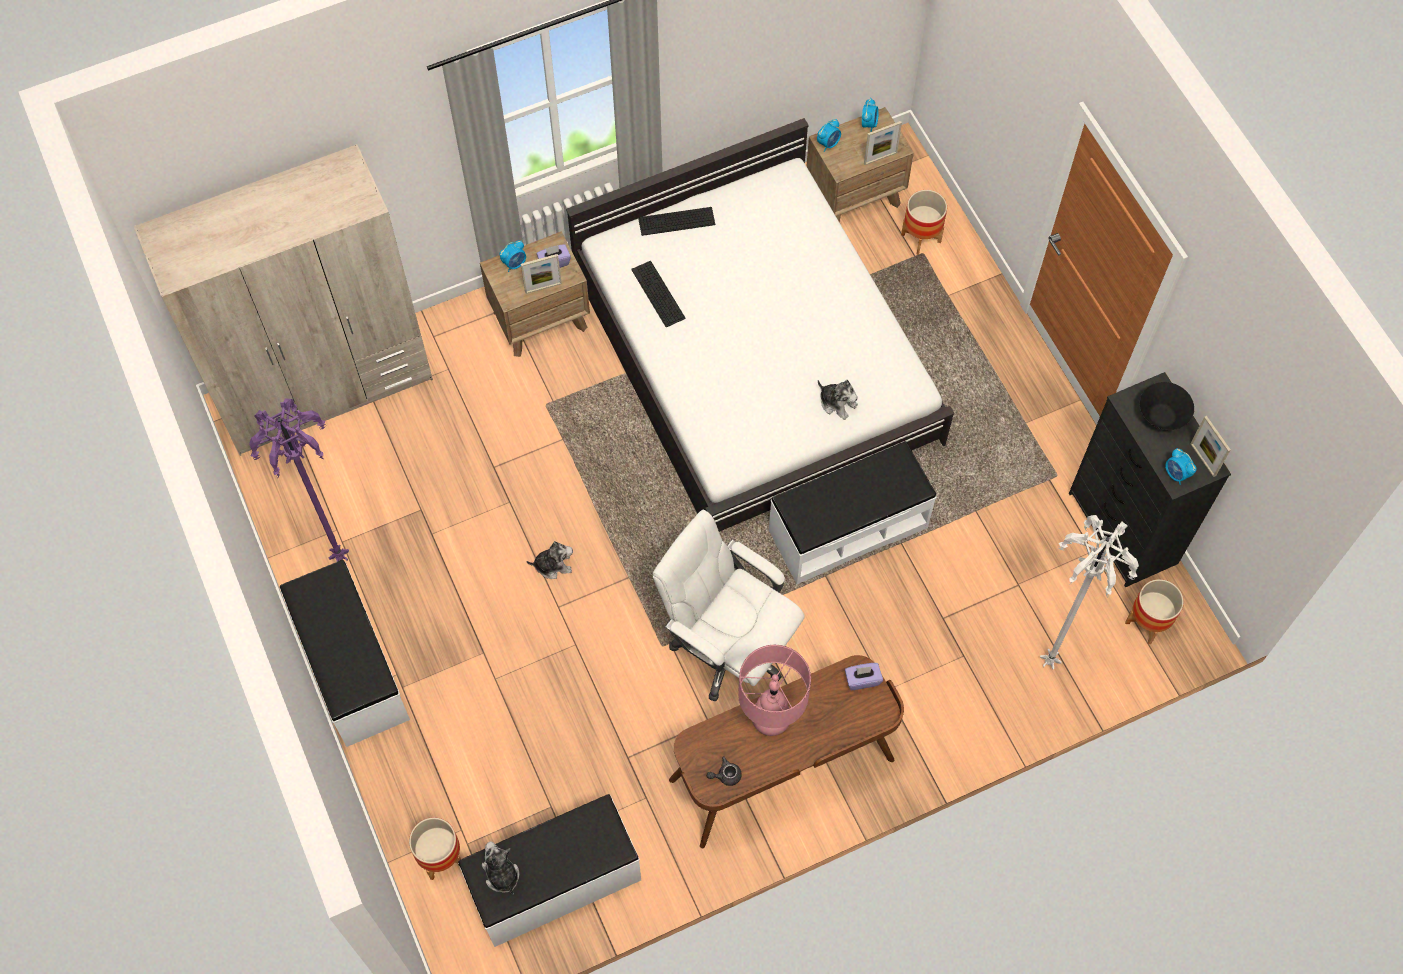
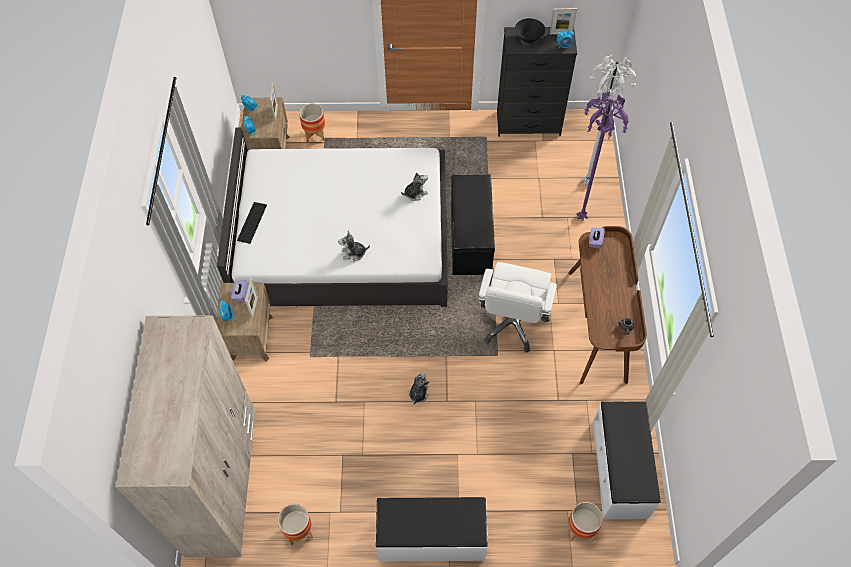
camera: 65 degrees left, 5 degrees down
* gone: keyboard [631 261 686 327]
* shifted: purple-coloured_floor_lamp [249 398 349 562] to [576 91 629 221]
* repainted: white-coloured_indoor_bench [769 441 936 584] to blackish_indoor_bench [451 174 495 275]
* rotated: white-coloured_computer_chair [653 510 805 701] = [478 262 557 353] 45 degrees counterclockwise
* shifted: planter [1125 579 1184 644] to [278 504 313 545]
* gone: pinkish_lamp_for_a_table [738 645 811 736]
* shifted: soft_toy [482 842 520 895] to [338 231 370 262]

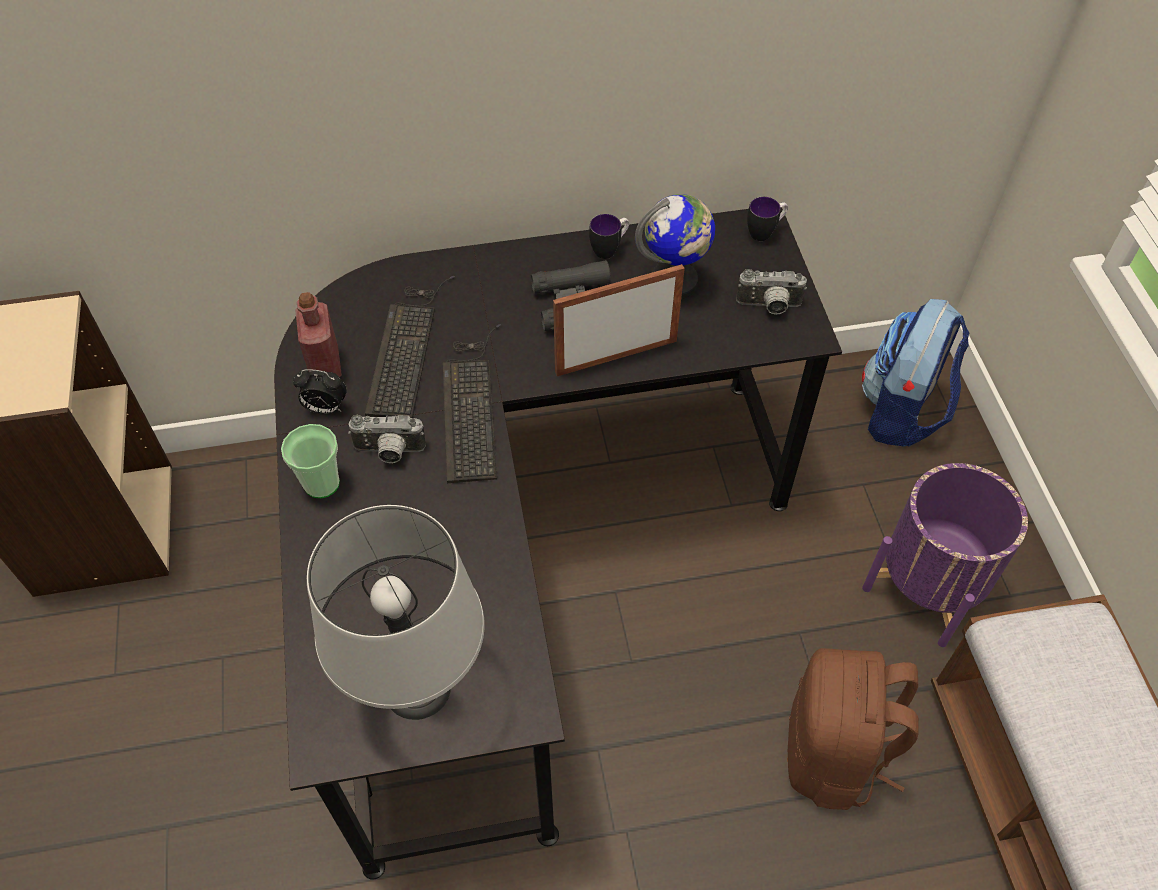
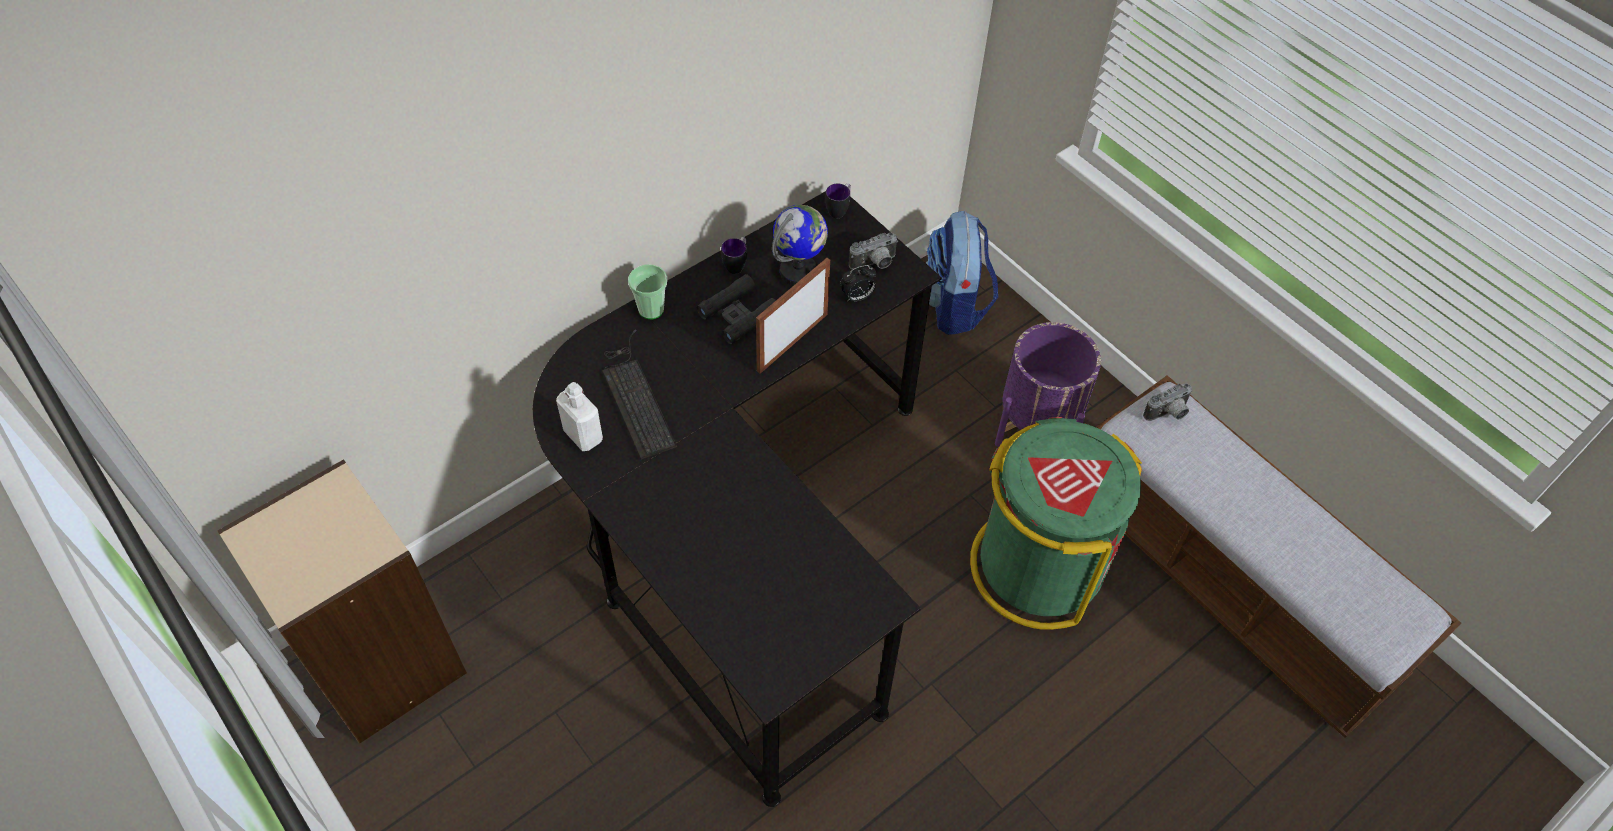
camera: 30 degrees left, 0 degrees up
* repainted: red-coloured_beverage_bottle [295 292 342 377] to white-coloured_beverage_bottle [556 382 603 451]
* gone: keyboard [443 324 501 483]
* shifted: alarm_clock [293 369 347 415] to [840 265 876 301]
* shifted: still_camera [348 415 426 463] to [1143 383 1192 421]
* shifted: small_cup [281 424 340 498] to [628 265 667 319]
* gone: grey_lamp_for_a_table [307 505 485 720]
* swapped: brown_rucksack [787 648 919 810] to greenish_waste_bin [970 417 1142 630]

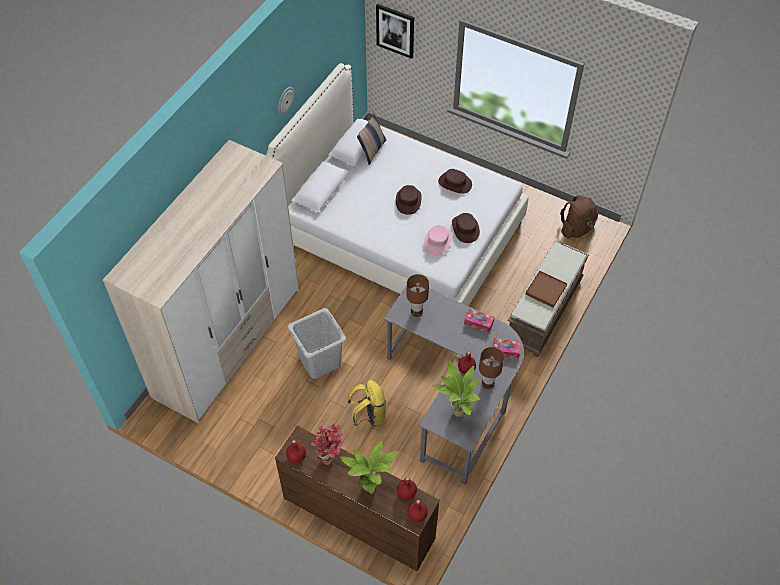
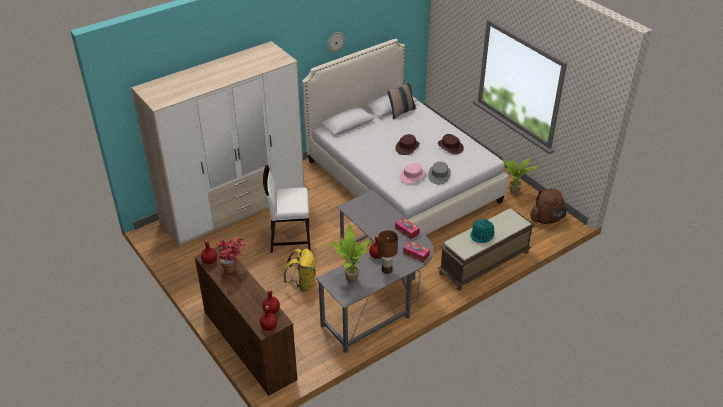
camera: 25 degrees right, 15 degrees down
* gone: wall_picture [376 4 414 59]
* repainted: brown_hat [452 213 480 243] to grey_hat [428 161 451 184]
* swapped: brown_tray [525 271 567 308] to turquoise-coloured_hat [470 219 494 243]
* gone: brown_lamp_for_a_table [406 274 429 317]
* swapped: grey_washing_basket [288 308 346 379] to white-coloured_plain_chair [263 165 311 253]
* shifted: plant_in_a_pot [340 441 398 494] to [502 157 539 194]

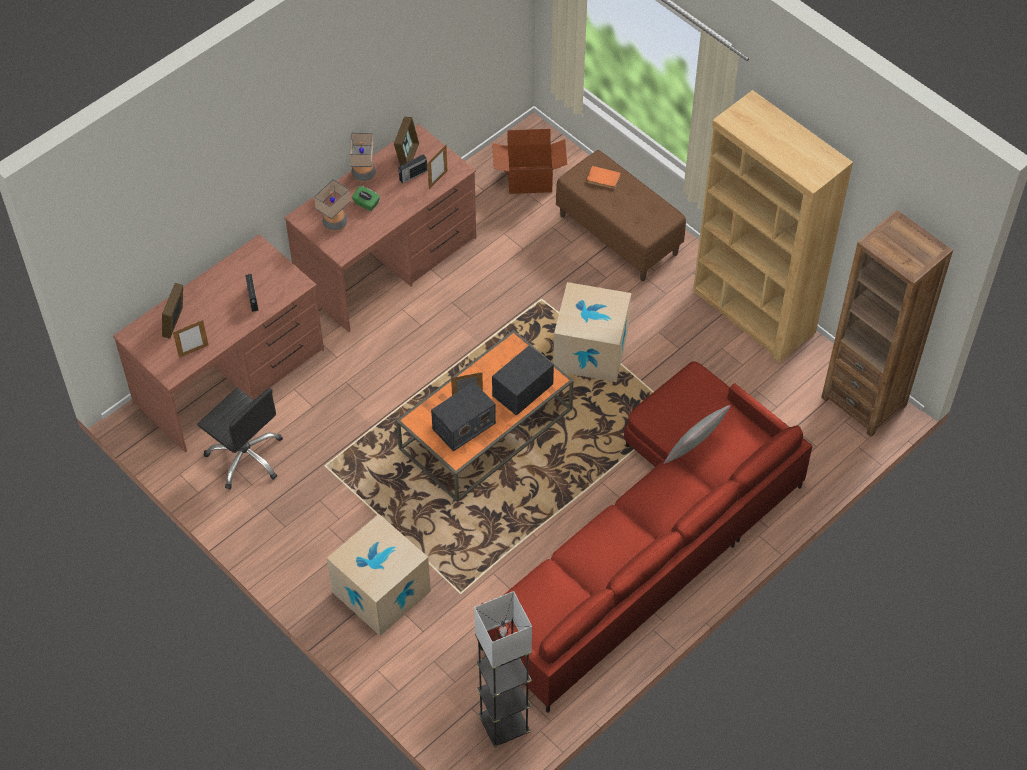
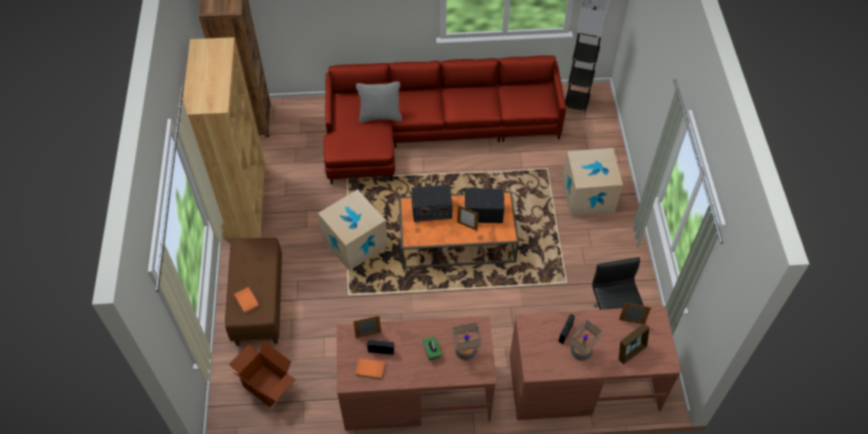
camera: 140 degrees left, 0 degrees up
* swapped: standing_frame [394 117 419 166] to orangey_book [355 358 386 379]
* shifted: lamp_for_a_table [349 133 376 182] to [570 320 602 361]

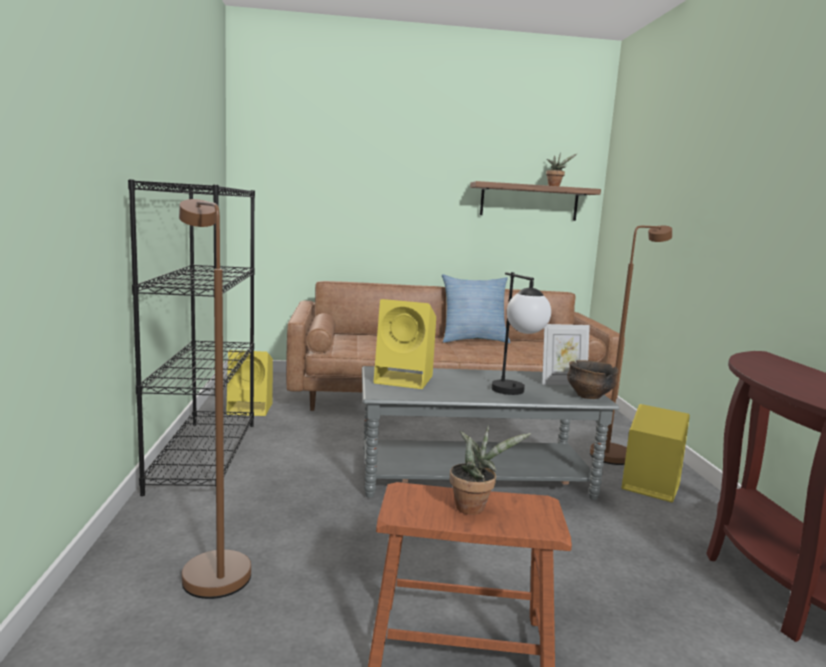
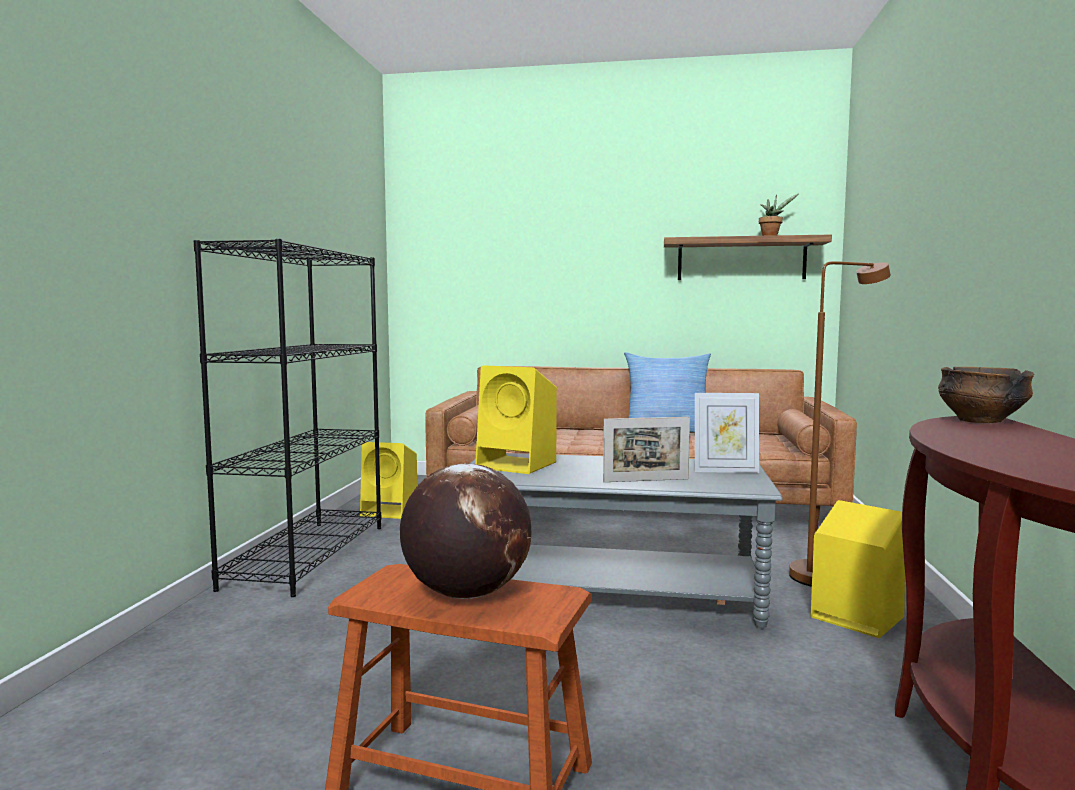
camera: 15 degrees right, 5 degrees down
* gone: brown_floor_lamp [179 199 251 599]
* swapped: lamp_for_a_table [492 272 551 395] to standing_frame [603 417 690 482]
* shifted: deep_dish [567 360 619 399] to [938 367 1034 423]
* swapped: plant_in_a_pot [450 425 531 515] to globe [400 463 531 599]

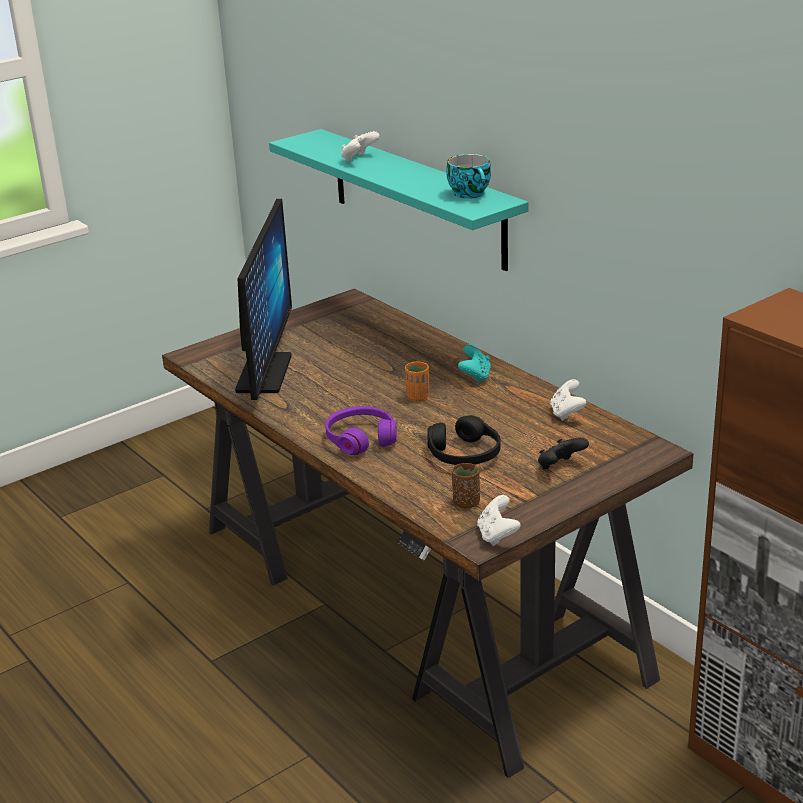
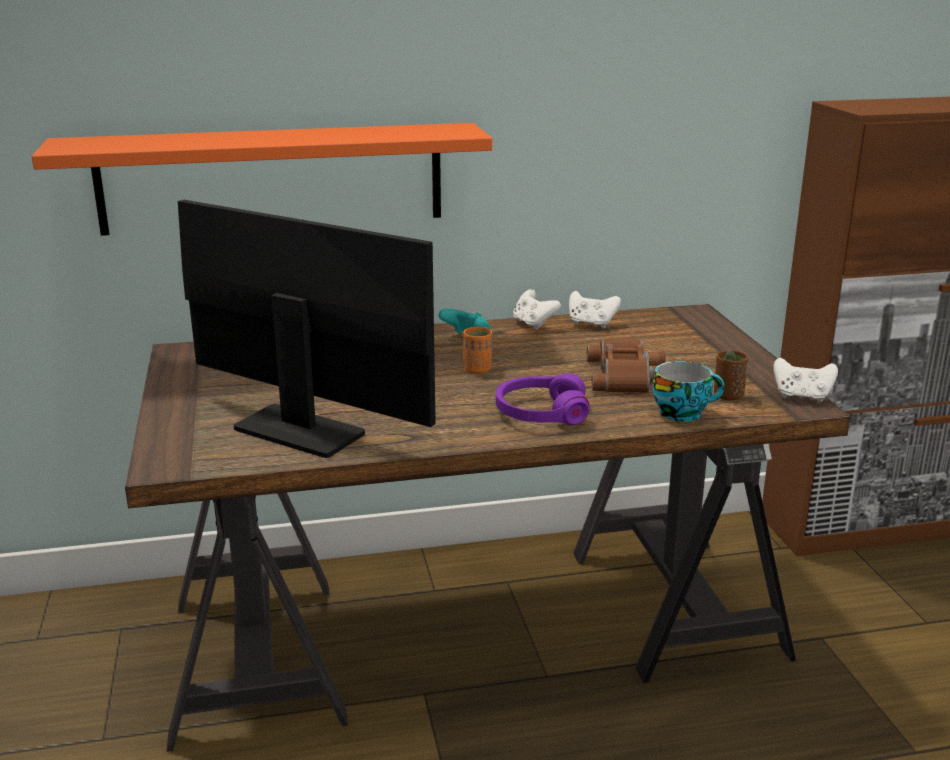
camera: 65 degrees left, 5 degrees down
* repainted: turquoise-coloured_bracket_shelf [269 129 529 271] to orangey_bracket_shelf [32 123 492 236]
* shifted: white-coloured_game_controller [341 131 380 162] to [513 289 561 330]
* shifted: small_cup [446 154 491 199] to [653 361 725 422]
* swapped: blackish_headphones [427 415 501 465] to brown_field_glasses [587 339 666 393]
* gone: blackish_game_controller [538 437 589 469]

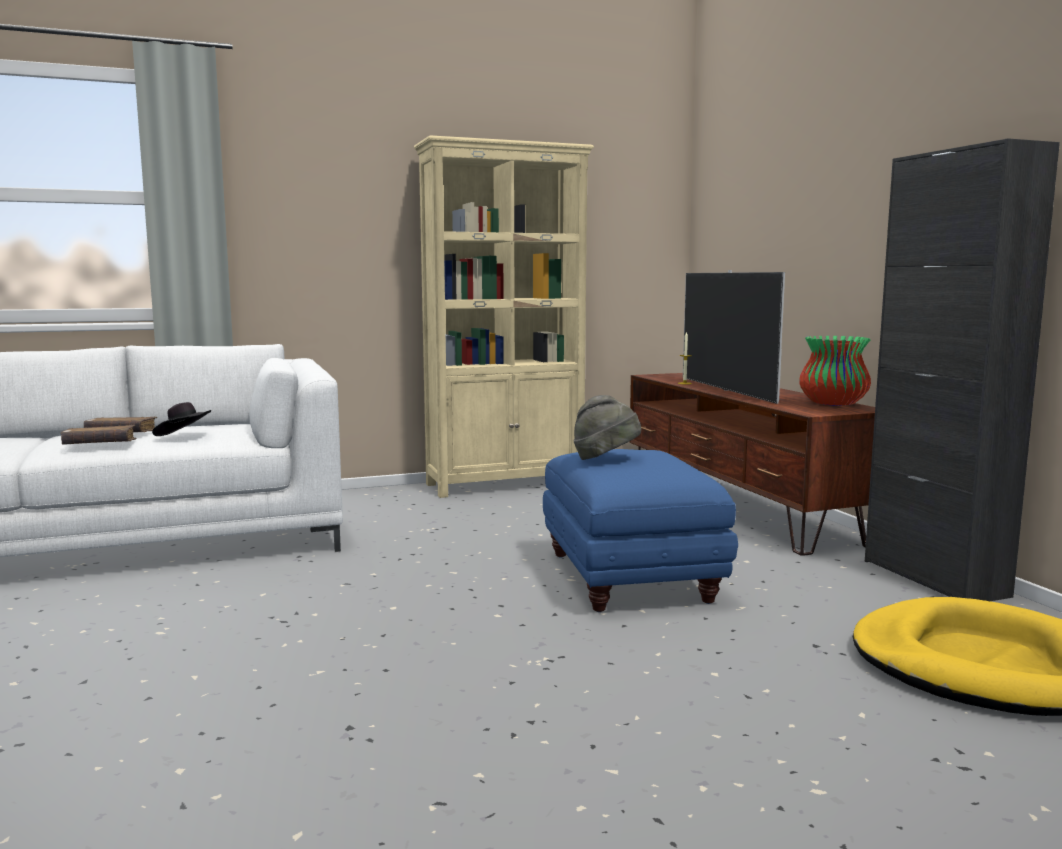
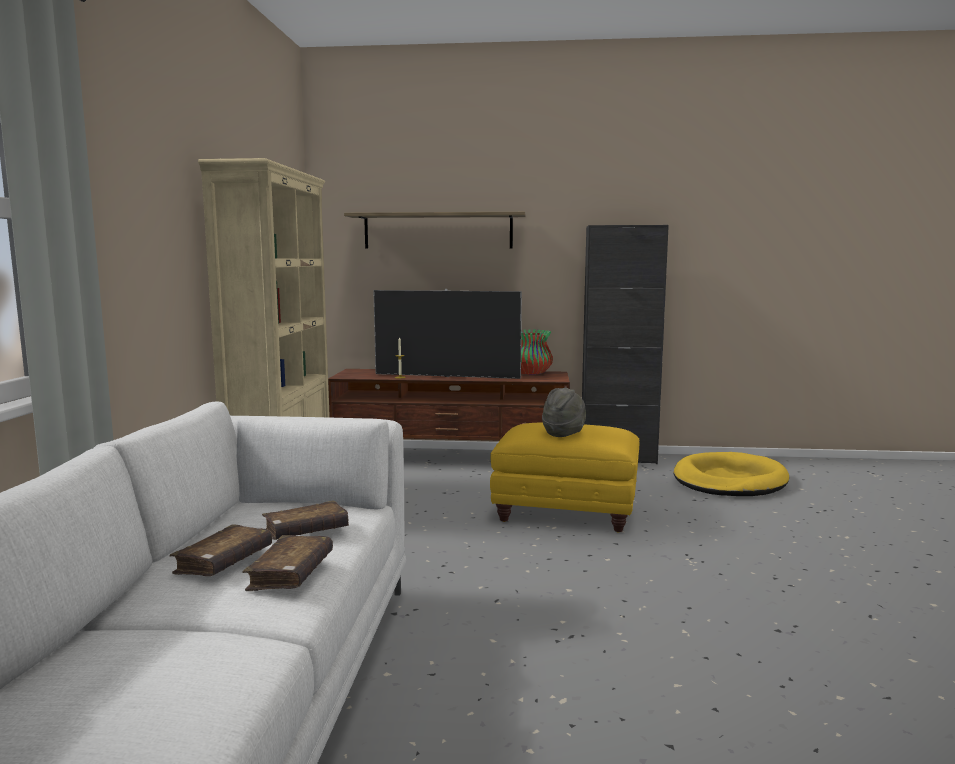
camera: 65 degrees left, 0 degrees up
* swapped: blackish_hat [152 402 211 436] to brown_book [262 500 349 540]
* repainted: bluish_ottoman [543 449 738 612] to yellow_ottoman [490 423 639 532]
* new: bracket_shelf [344 212 526 249]

